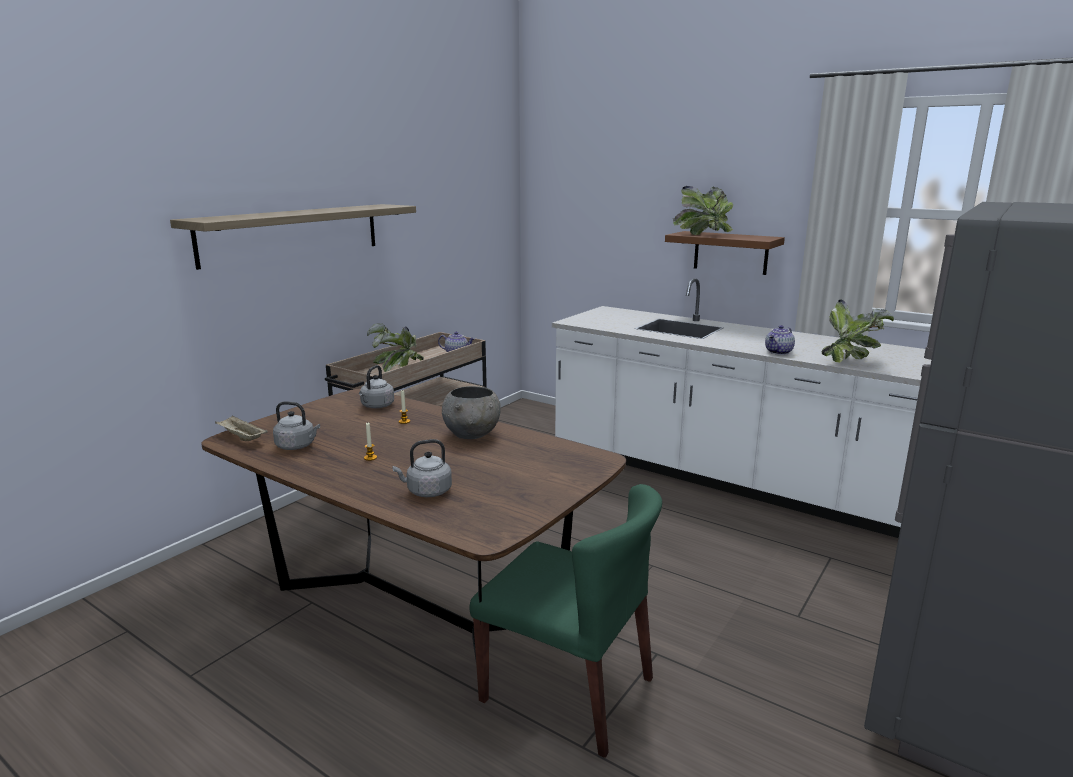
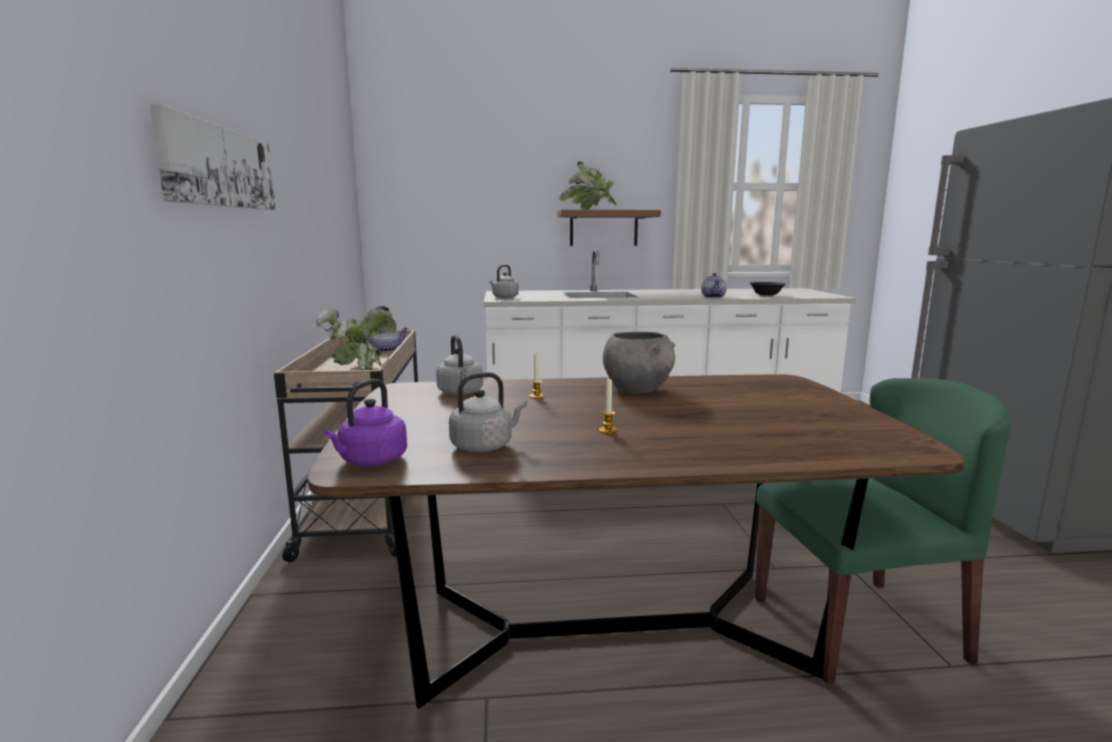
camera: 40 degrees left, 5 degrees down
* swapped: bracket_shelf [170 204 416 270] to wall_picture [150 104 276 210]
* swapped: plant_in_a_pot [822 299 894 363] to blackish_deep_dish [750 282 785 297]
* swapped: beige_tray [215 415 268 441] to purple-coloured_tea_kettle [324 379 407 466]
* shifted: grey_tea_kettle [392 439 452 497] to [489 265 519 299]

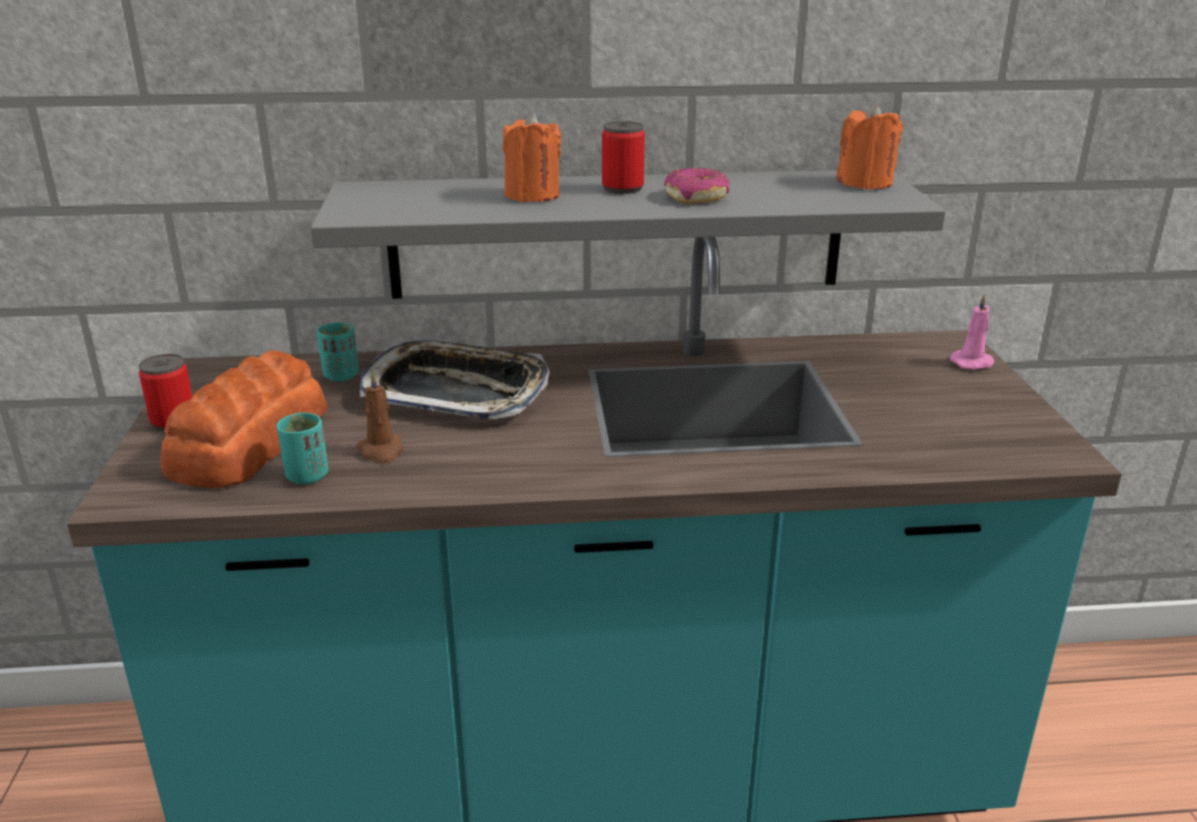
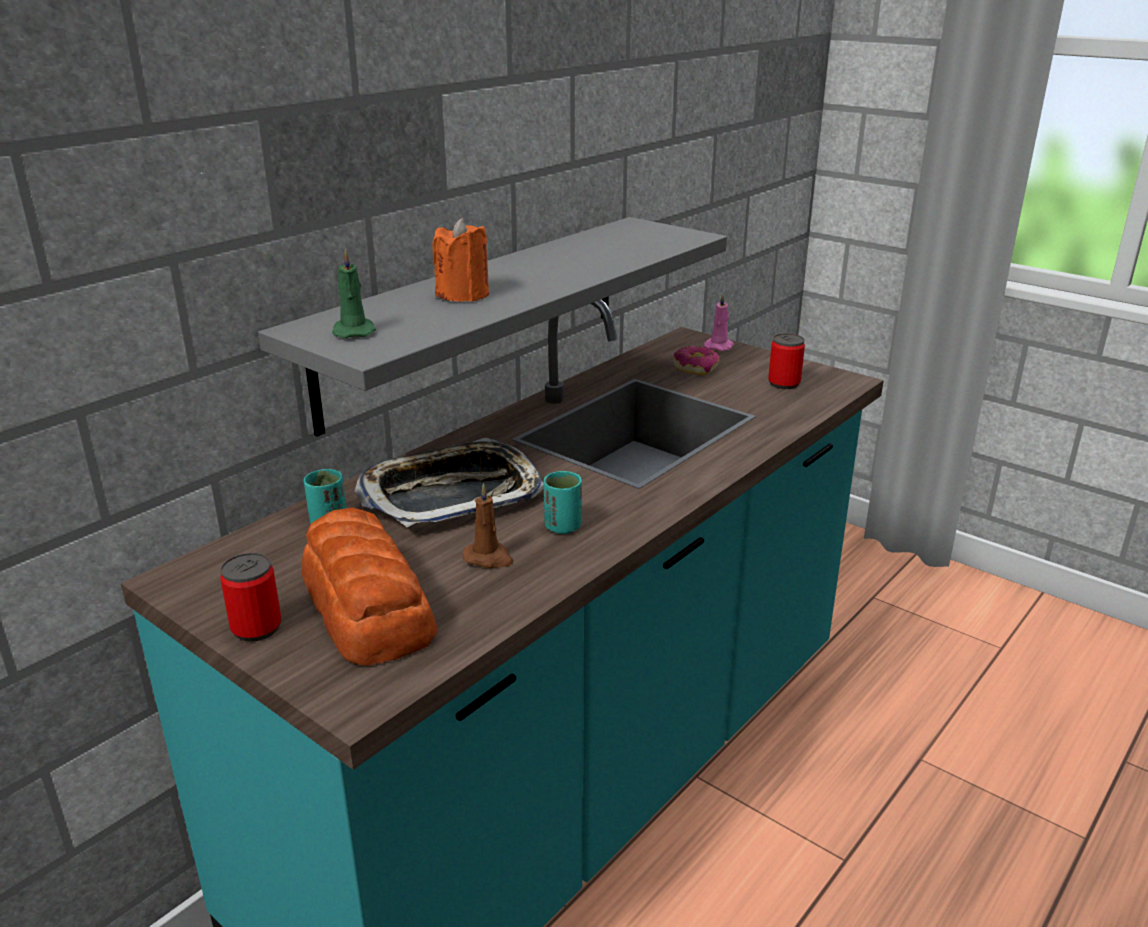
camera: 45 degrees left, 0 degrees up
* gone: orangey_wax_light [836 103 903 189]
* shifted: sealed_can [602 121 645 194] to [768 333 805 389]
* shifted: donut [664 168 730 204] to [673 346 719 375]
* shifted: turquoise-coloured_small_cup [277 413 329 484] to [544 471 582 534]
* new: greenish_wax_light [332 249 376 338]

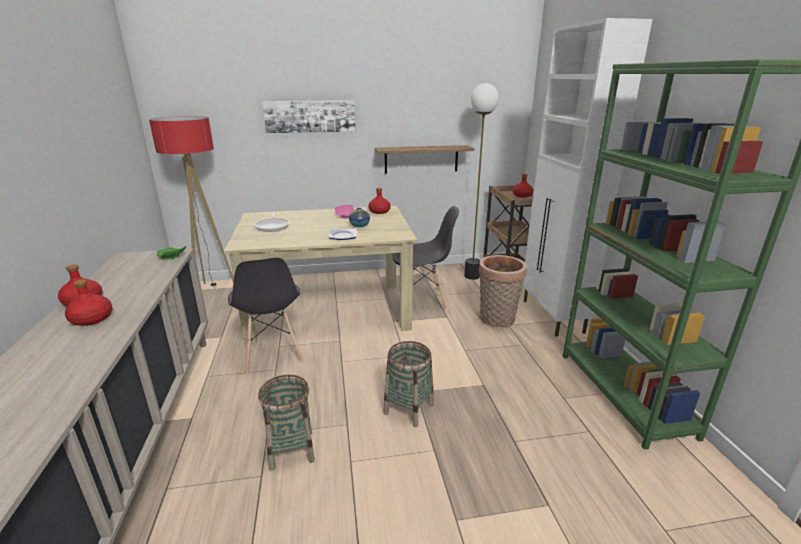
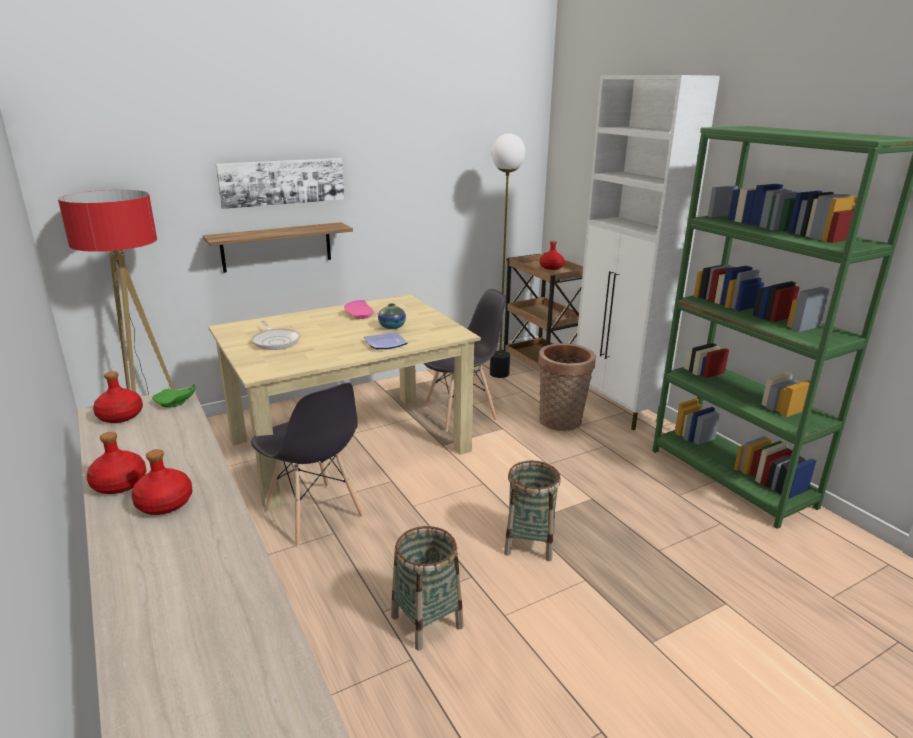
camera: 20 degrees left, 0 degrees up
* shifted: bracket_shelf [375 145 475 174] to [203 222 353 273]
* shifted: red-coloured_beverage_bottle [368 188 391 214] to [93 371 143 423]

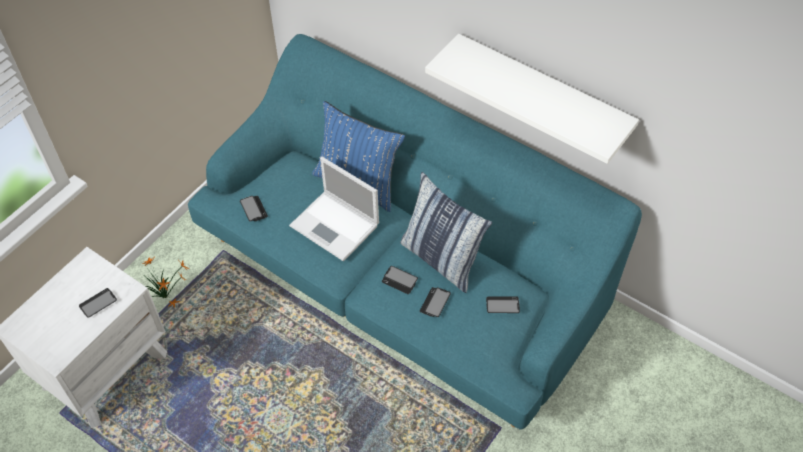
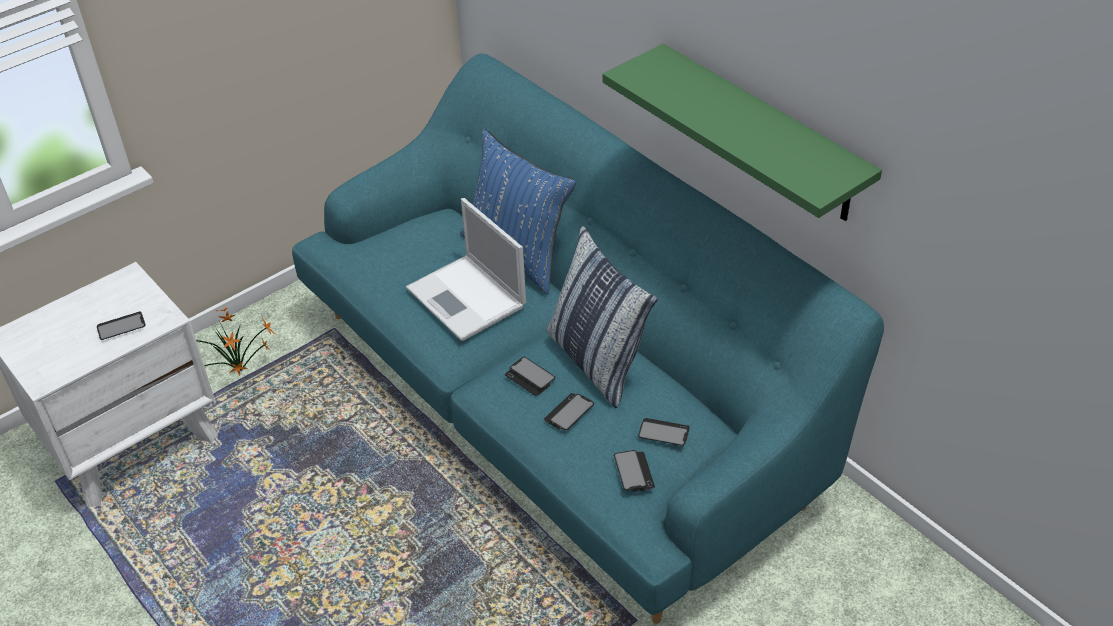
camera: 15 degrees right, 10 degrees down
* repainted: white-coloured_bracket_shelf [425 34 639 164] to greenish_bracket_shelf [603 44 882 221]
* shifted: telephone [240 196 268 221] to [614 450 655 492]

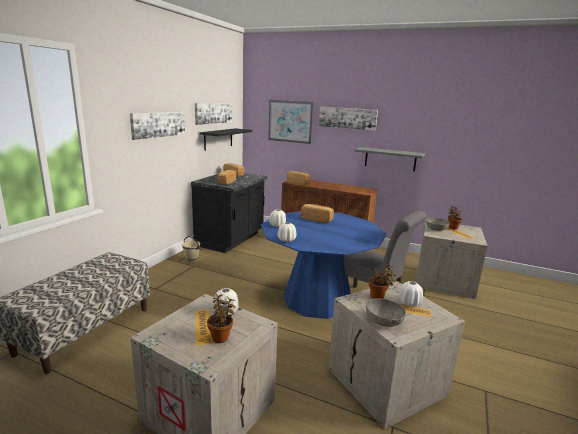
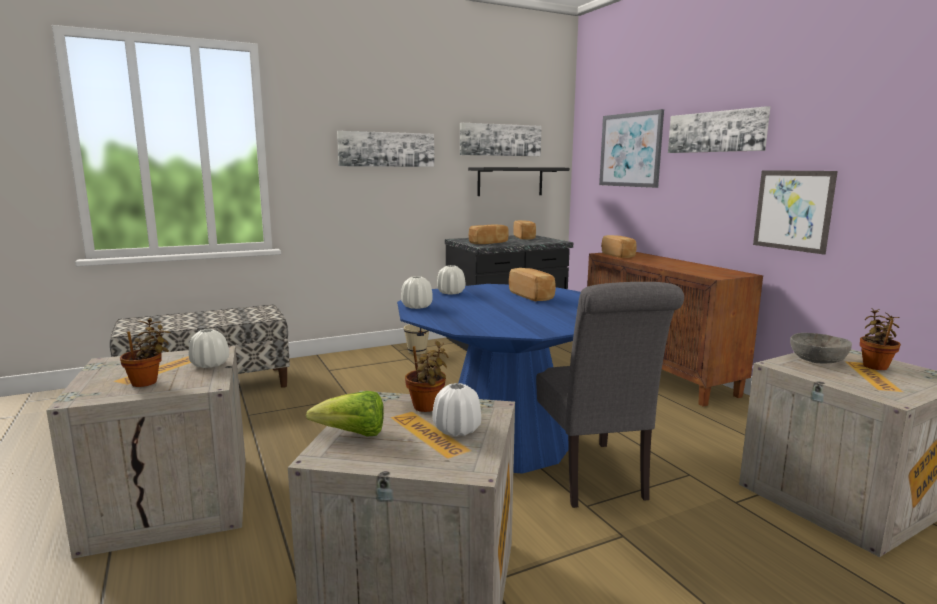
camera: 40 degrees right, 5 degrees down
* swapped: grey_bracket_shelf [354 147 425 172] to wall_picture [753 170 838 255]
* swapped: grey_deep_dish [366 299 406 327] to lettuce_head [306 391 384 437]

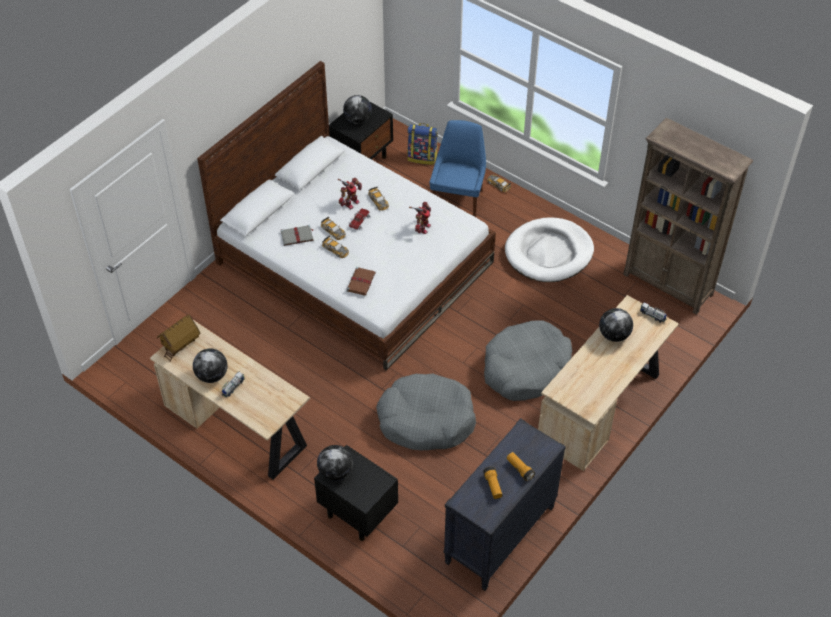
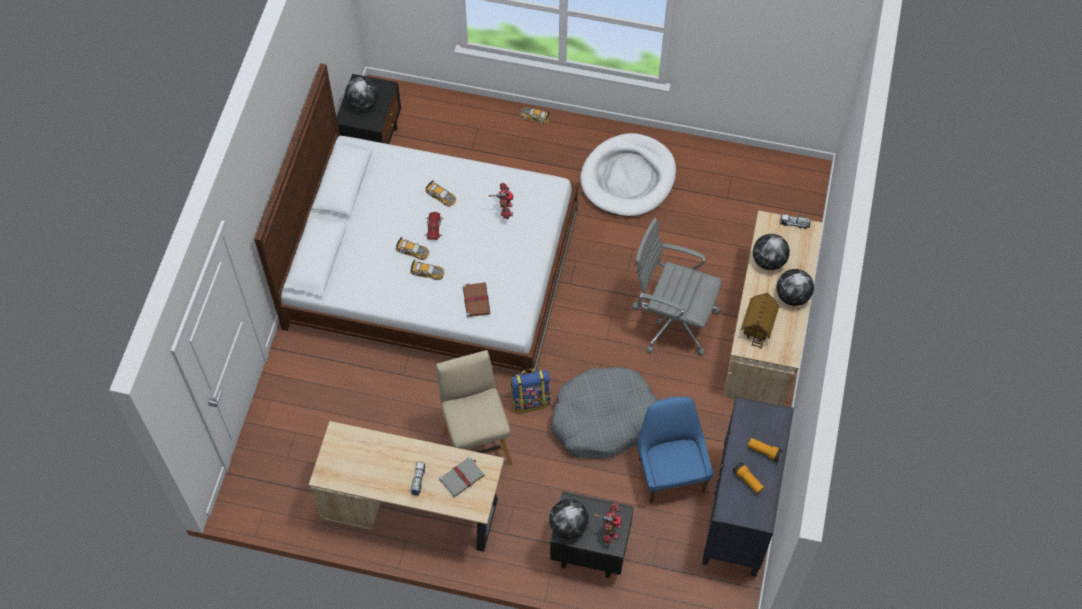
camera: 25 degrees left, 10 degrees up
* gone: brown_shelving_unit [623 118 753 315]
* shifted: bluish_plain_chair [430 120 486 216] to [638 397 714 504]
* shifted: rucksack [407 123 438 165] to [510 369 550 413]
* shifted: robot_figure [338 178 362 209] to [594 503 622 544]
* shifted: grey_book [281 225 314 246] to [439 456 485 497]
* shifted: model_house [157 314 201 362] to [741 293 779 349]
* swapped: grey_dog_bed [484 321 572 401] to grey_computer_chair [632 218 722 356]
* shifted: globe [193 348 227 383] to [777 269 814 306]
* new: beige_sitting_stool [436 350 513 465]

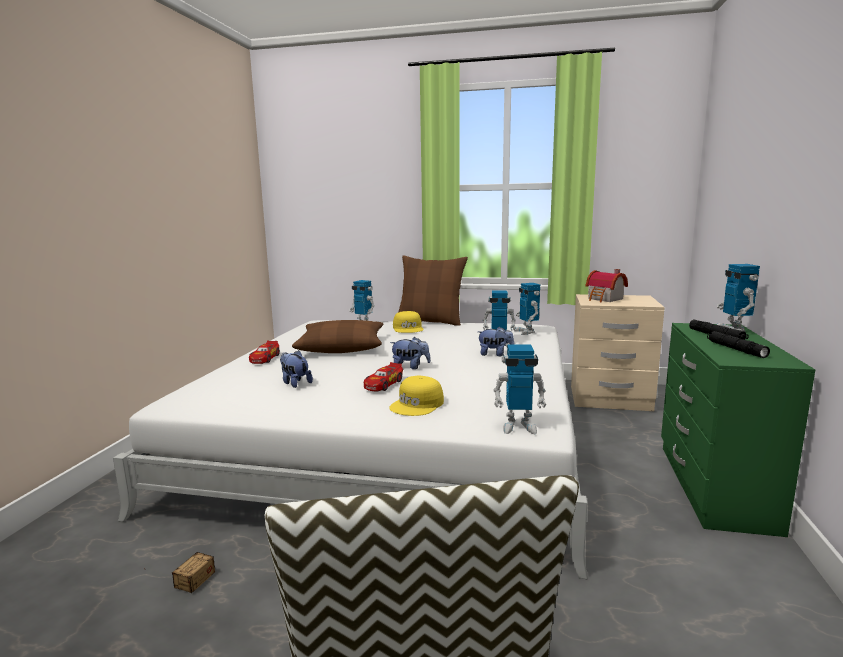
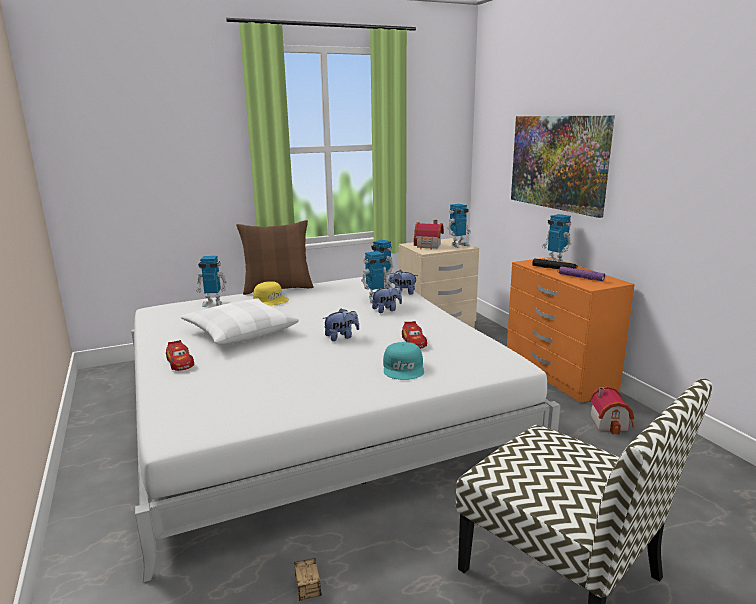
camera: 35 degrees left, 5 degrees up
* repainted: brown_pillow [292 320 383 353] to white-coloured_pillow [181 298 299 344]
* repainted: greenish_chest_of_drawers [661 323 815 537] to orangey_chest_of_drawers [507 257 635 403]
* repainted: blackish_torch [707 331 770 358] to purple-coloured_torch [557 266 605 281]
* shifted: robot_figure [493 345 547 434] to [447 204 471 248]
* shifted: soft_toy [280 350 313 388] to [388 270 418 295]
* shifted: miniature_car [364 362 403 391] to [402 321 427 349]
* repainted: yellow_cap [389 376 444 416] to turquoise-coloured_cap [383 342 424 380]
* new: wall_picture [511 116 615 218]
* new: model_house [589 386 635 435]

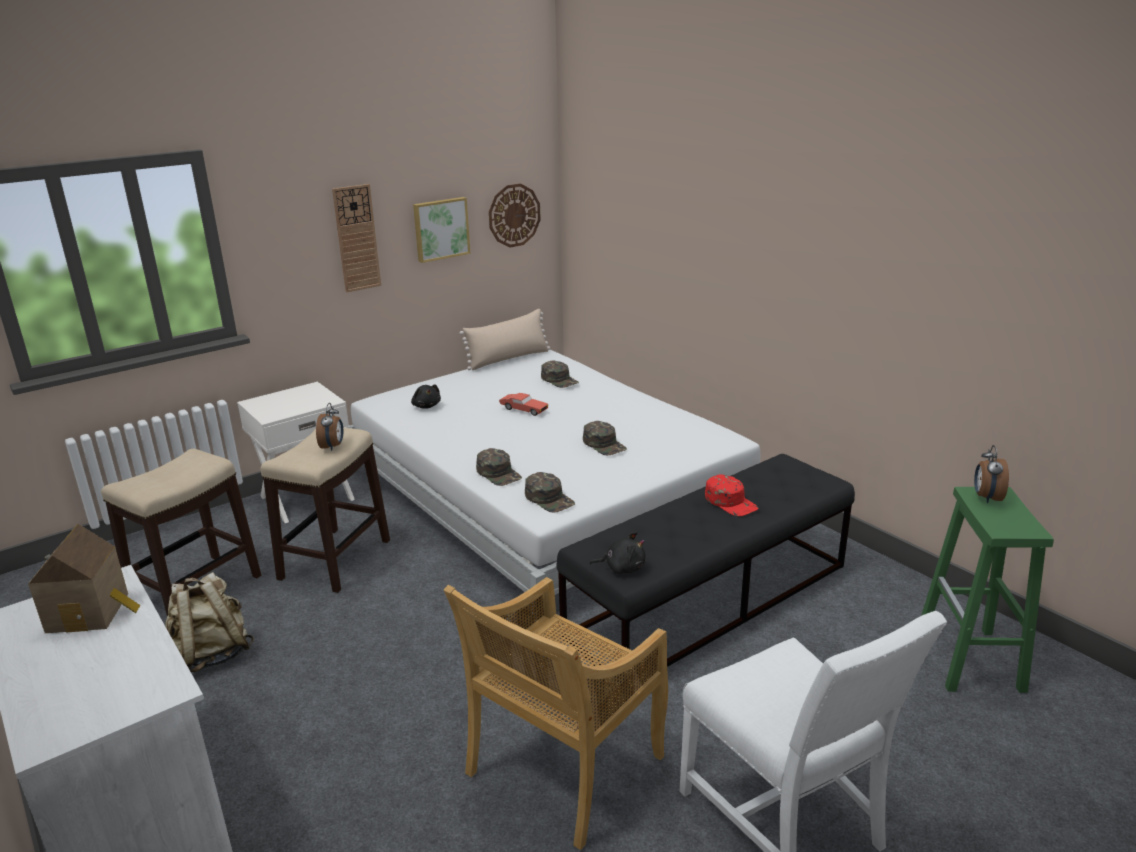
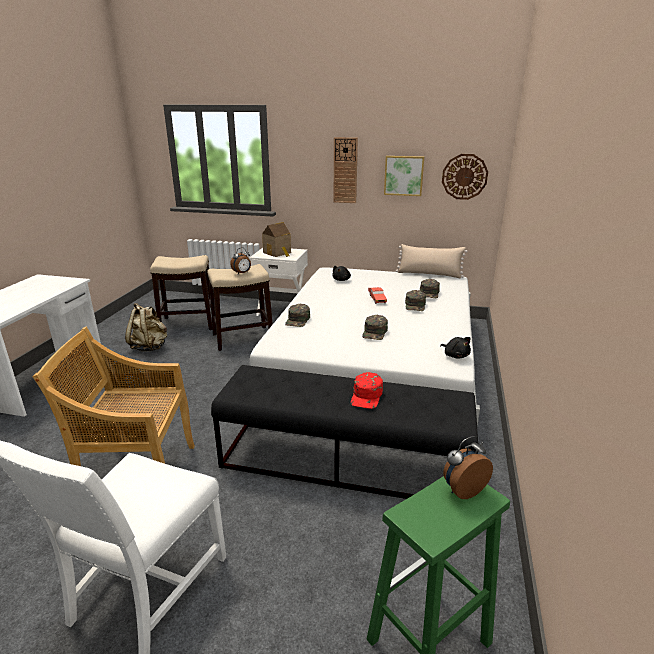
camera: 50 degrees right, 0 degrees up
* shifted: greenish_cap [525 472 575 513] to [405 290 426 311]
* shifted: model_house [28 524 140 633] to [262 222 291 257]
* shifted: blackish_soft_toy [589 532 646 574] to [440 337 471 358]

